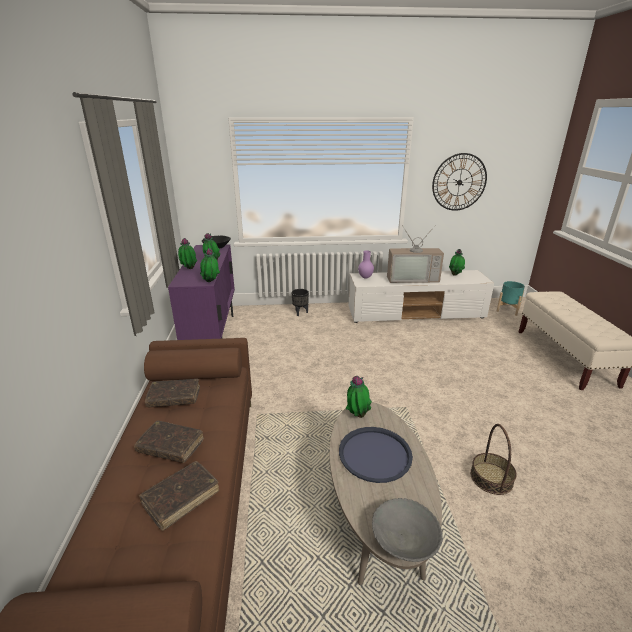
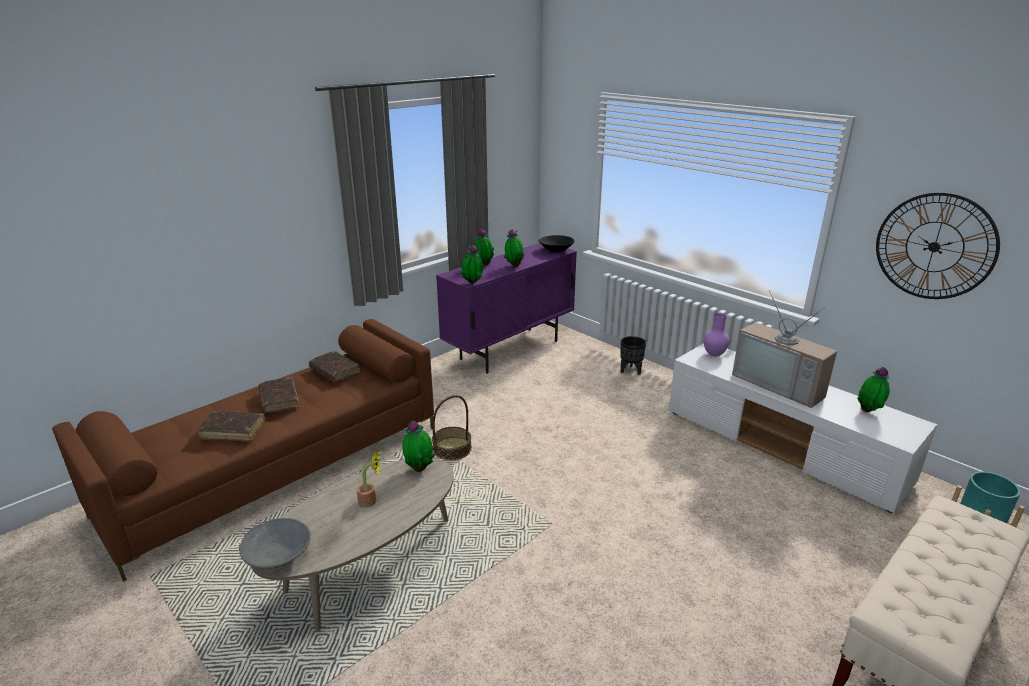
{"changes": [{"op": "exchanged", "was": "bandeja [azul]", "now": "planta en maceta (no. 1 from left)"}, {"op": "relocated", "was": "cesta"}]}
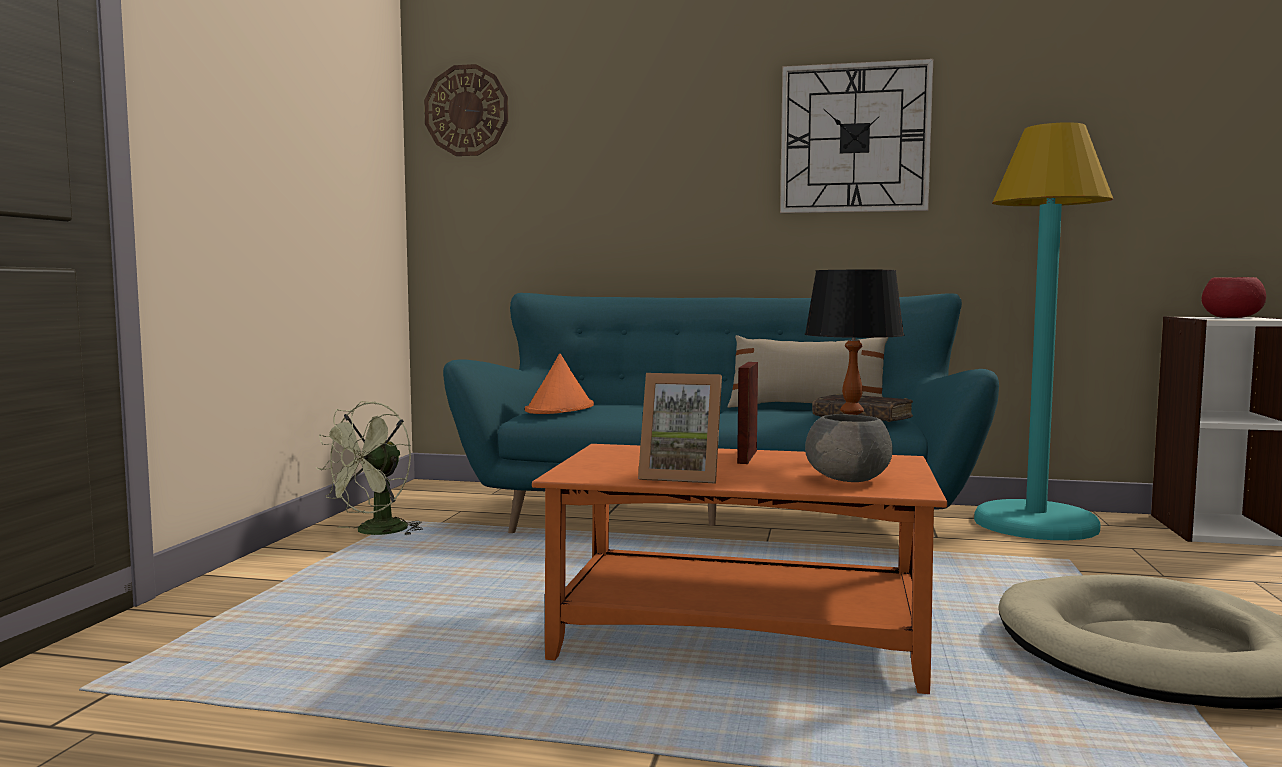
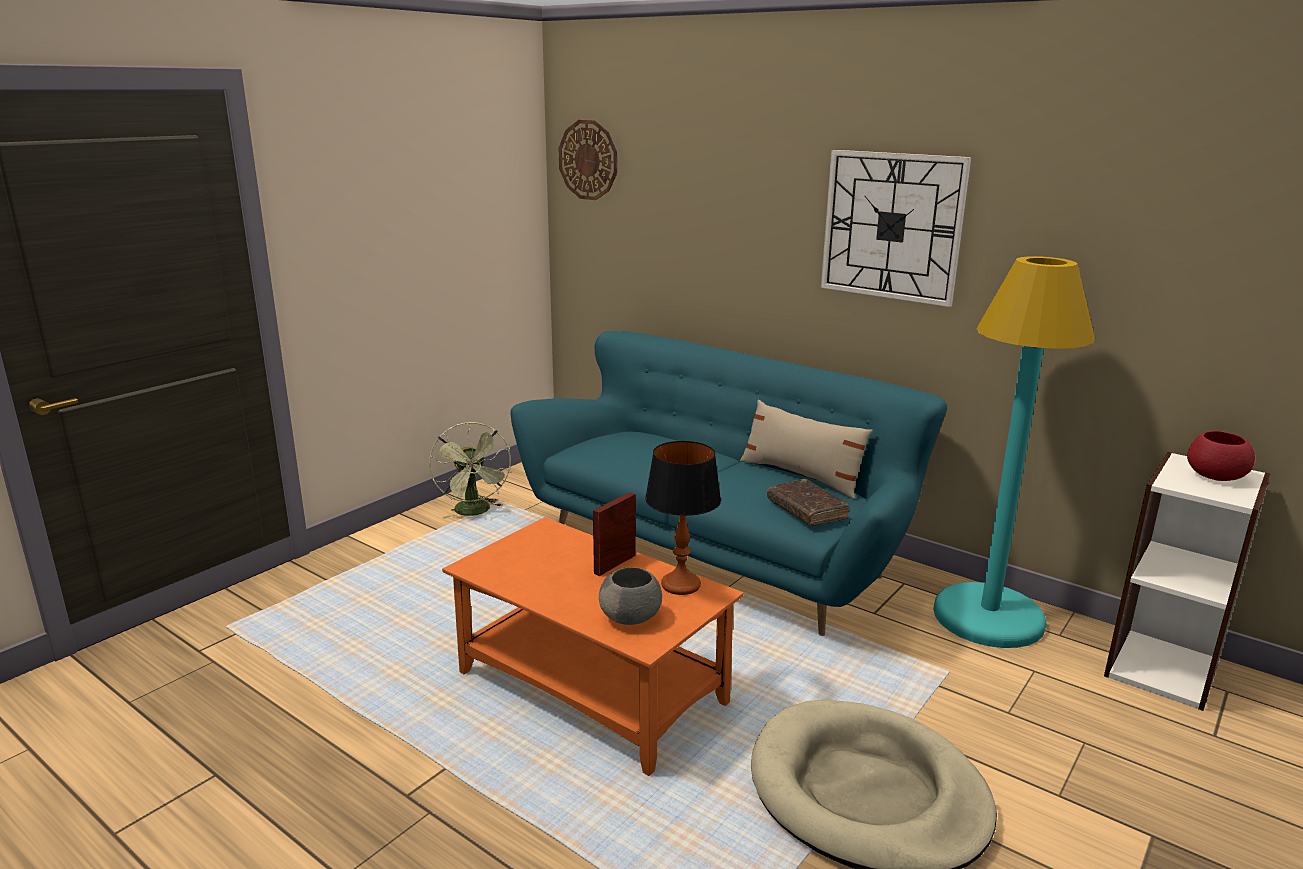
{"changes": [{"op": "spun", "was": "ventilador [verde]", "clockwise": -75}, {"op": "missing", "was": "sombrero [naranja]"}, {"op": "missing", "was": "portarretratos (no. 1 from left)"}]}
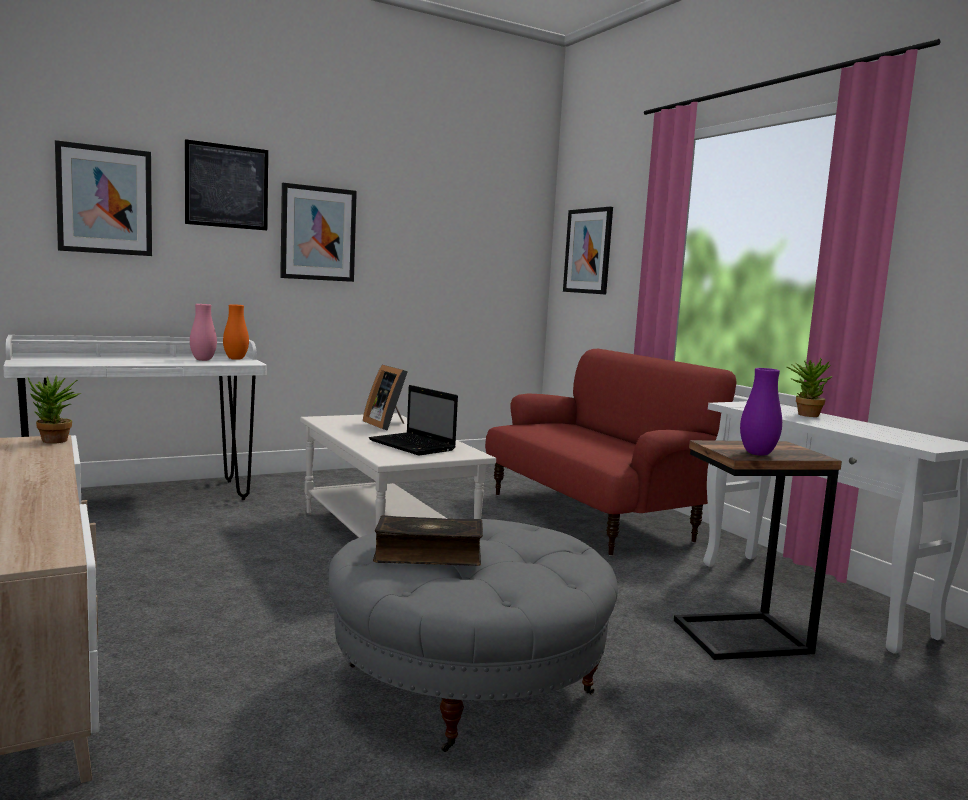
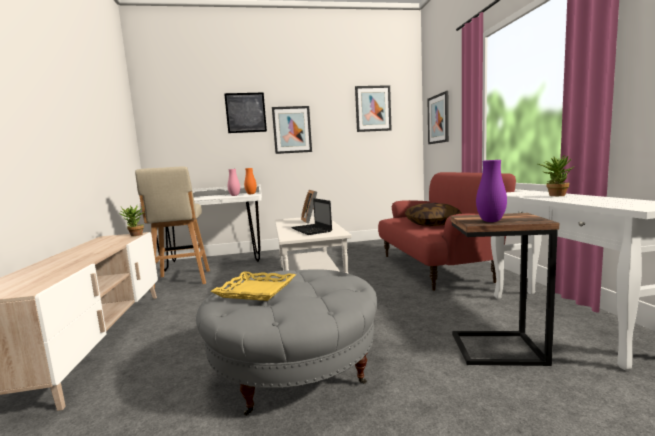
{"changes": [{"op": "relocated", "was": "cuadro (no. 1 from left in the first image)", "now": "cuadro (no. 3 from left)"}, {"op": "exchanged", "was": "libro", "now": "bandeja [amarillo]"}, {"op": "appeared", "now": "taburete [beis]"}, {"op": "appeared", "now": "cojín"}]}
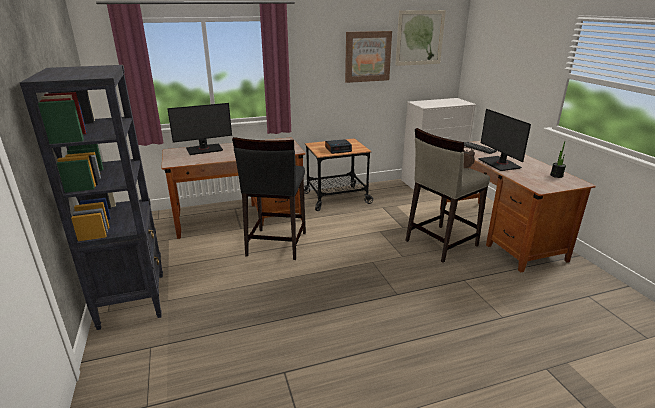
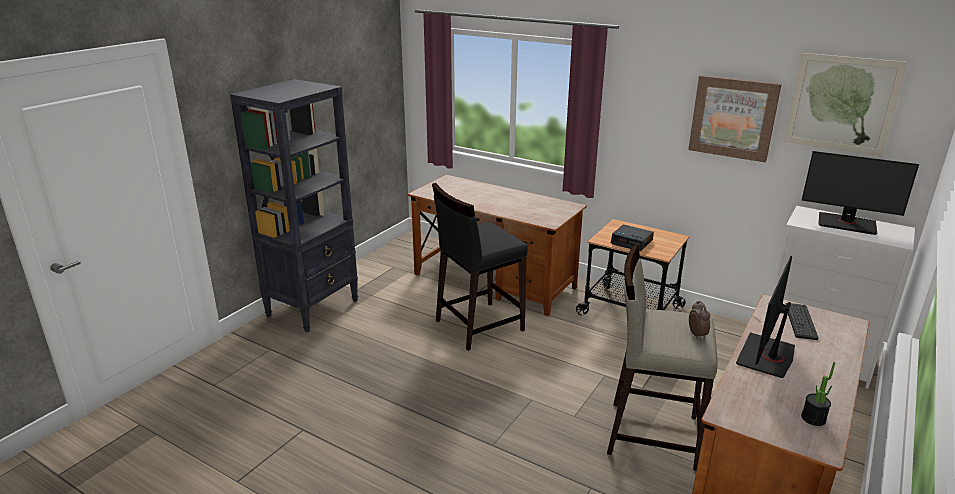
{"changes": [{"op": "relocated", "was": "monitor (no. 1 from left in the first image)", "now": "monitor (no. 2 from left)"}]}
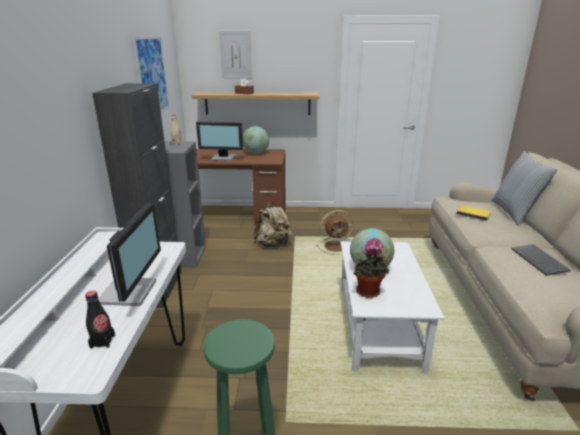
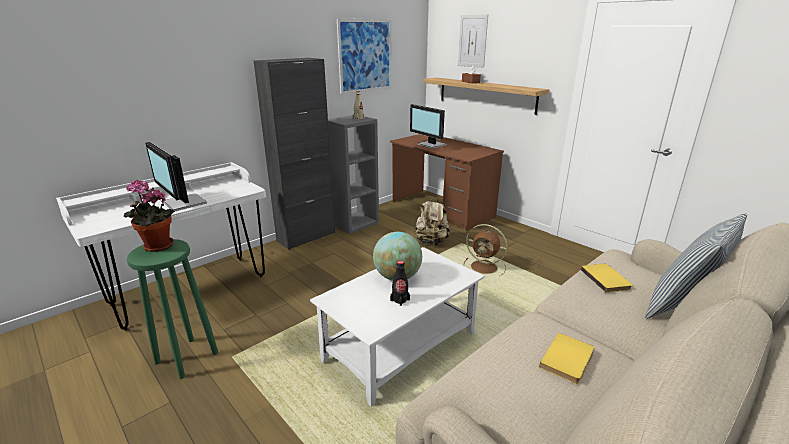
{"changes": [{"op": "relocated", "was": "botella [negro]"}, {"op": "spun", "was": "monitor (no. 1 from left)", "clockwise": 90}, {"op": "missing", "was": "globo terráqueo (no. 1 from left)"}, {"op": "relocated", "was": "planta en maceta"}, {"op": "exchanged", "was": "teclado", "now": "libro [amarillo] (no. 1 from left)"}]}
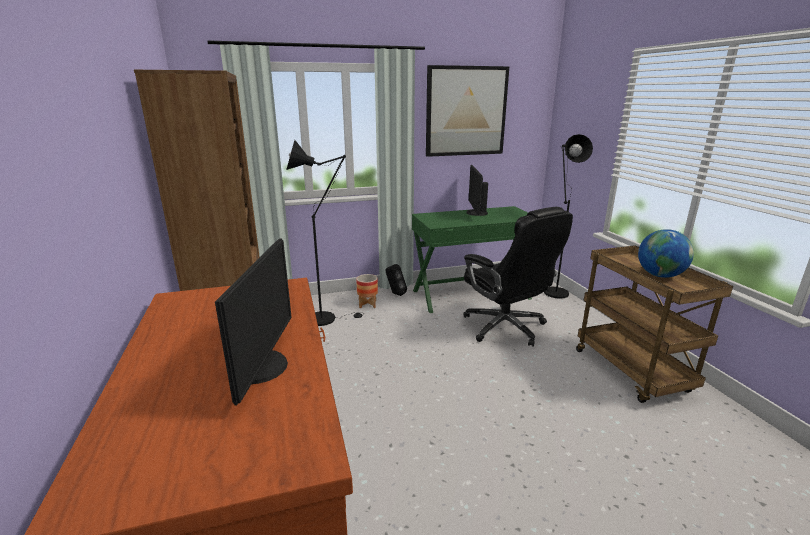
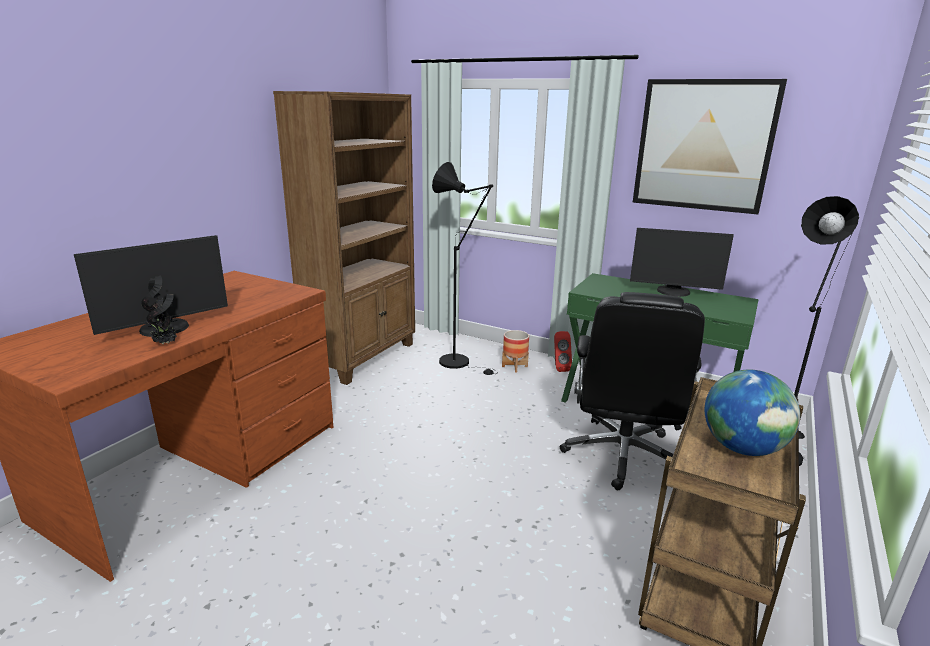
{"changes": [{"op": "colour", "was": "altavoz [negro]", "now": "altavoz [rojo]"}, {"op": "spun", "was": "monitor (no. 2 from left)", "clockwise": -120}, {"op": "appeared", "now": "planta en maceta"}]}
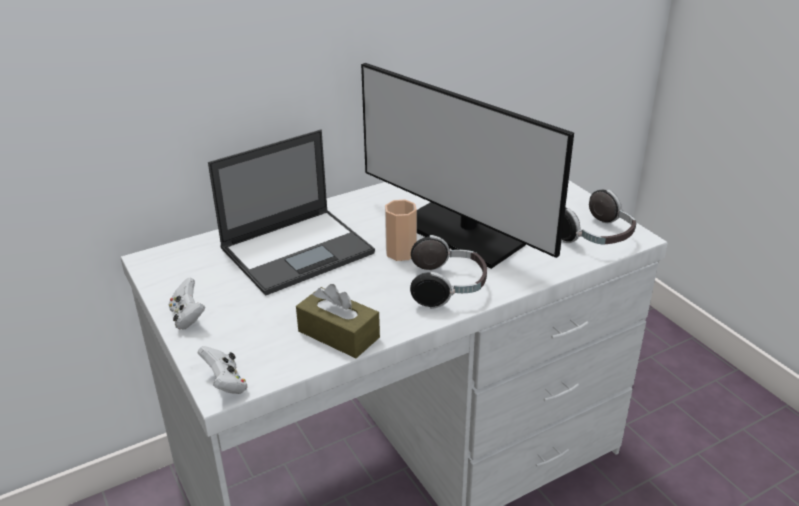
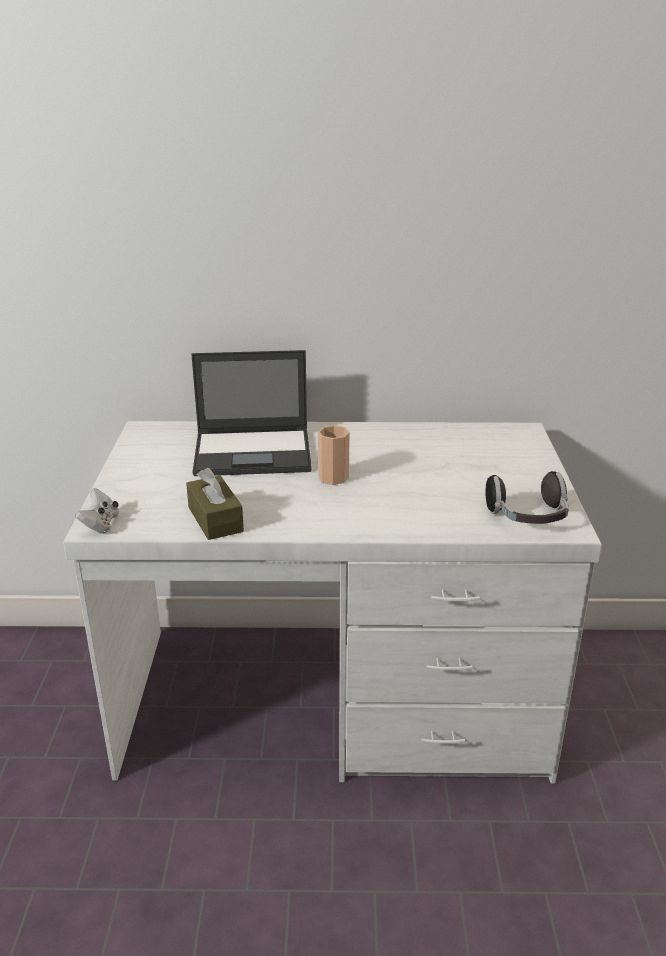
{"changes": [{"op": "missing", "was": "mando de consola [blanco] (no. 1 from left)"}, {"op": "missing", "was": "monitor"}, {"op": "missing", "was": "auriculares (no. 1 from left)"}]}
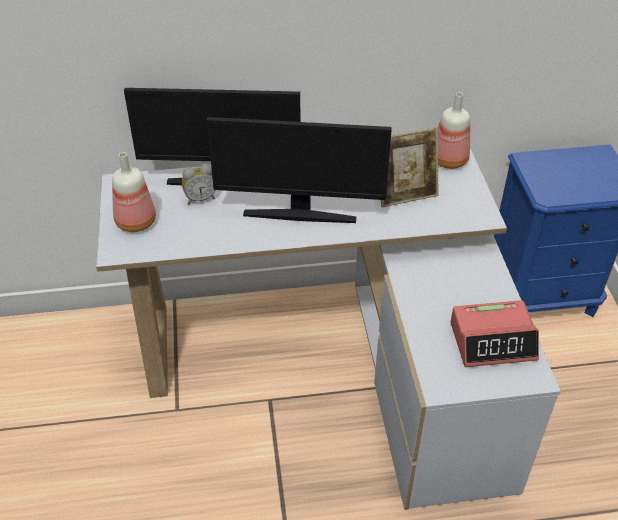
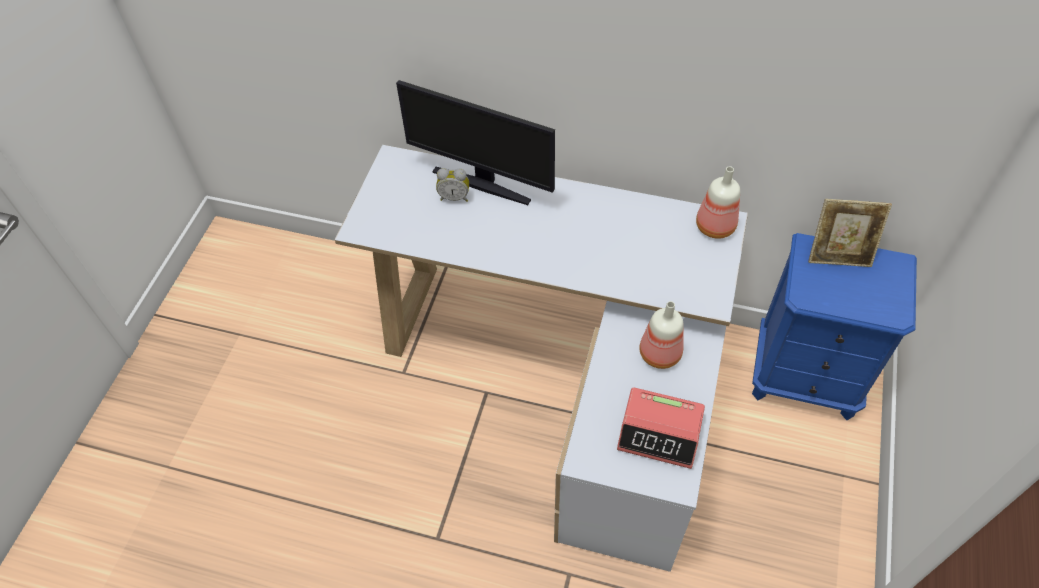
{"changes": [{"op": "relocated", "was": "botella (no. 1 from left)"}, {"op": "missing", "was": "monitor (no. 2 from left)"}, {"op": "relocated", "was": "portarretratos"}]}
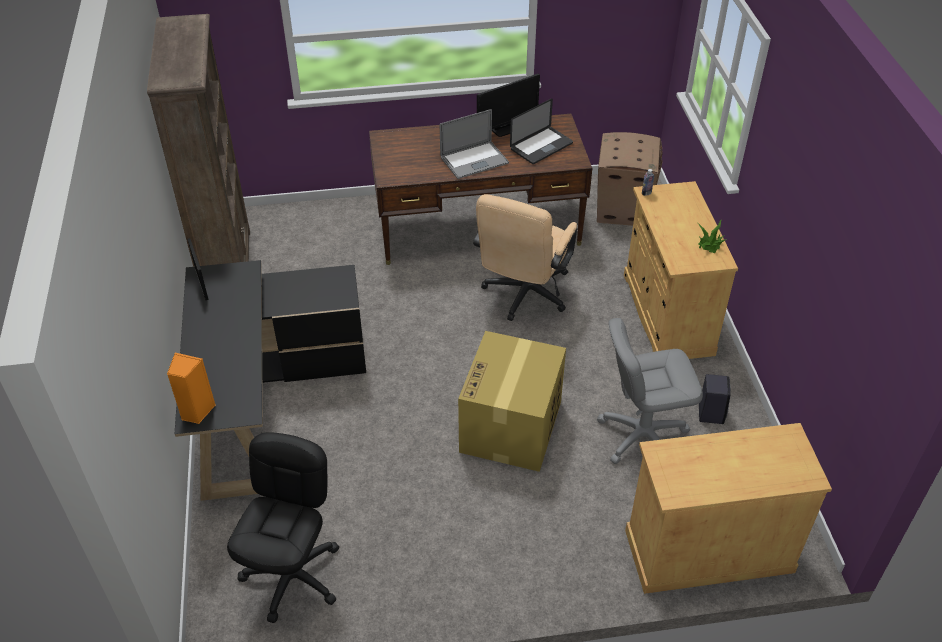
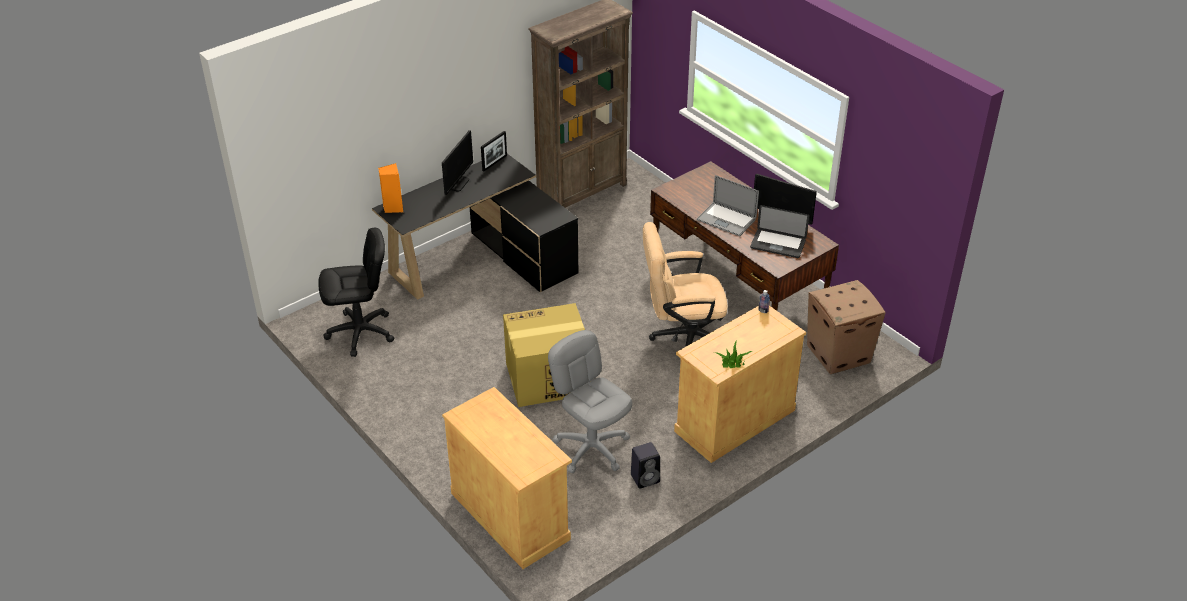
{"changes": [{"op": "appeared", "now": "monitor (no. 1 from left)"}]}
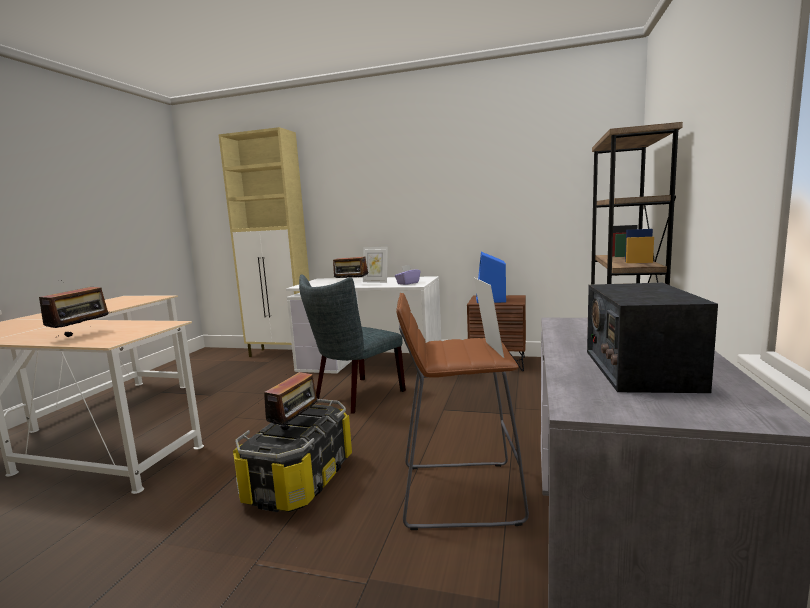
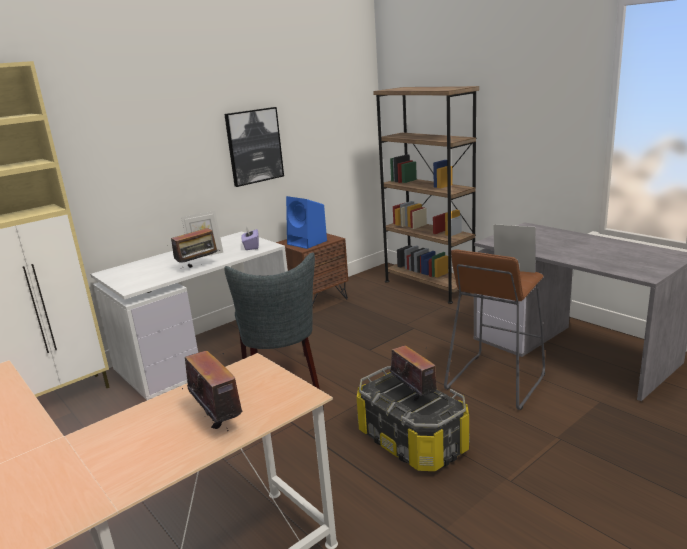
{"changes": [{"op": "missing", "was": "radio (no. 4 from left)"}, {"op": "appeared", "now": "cuadro"}]}
